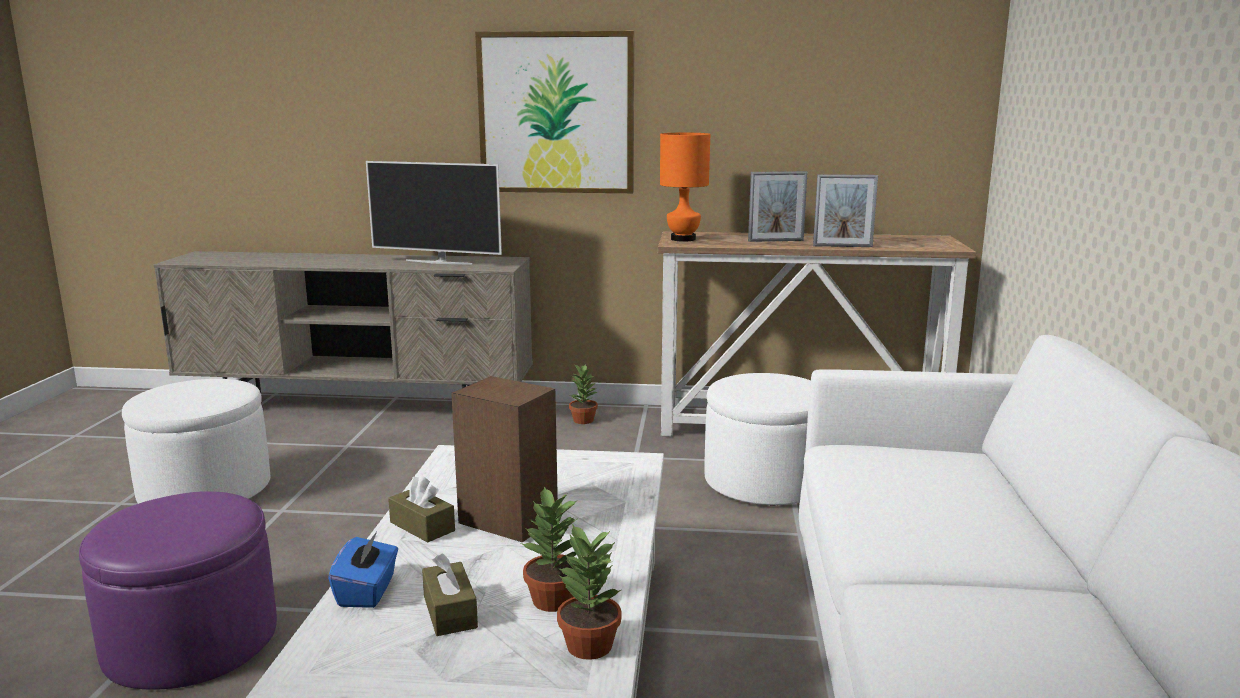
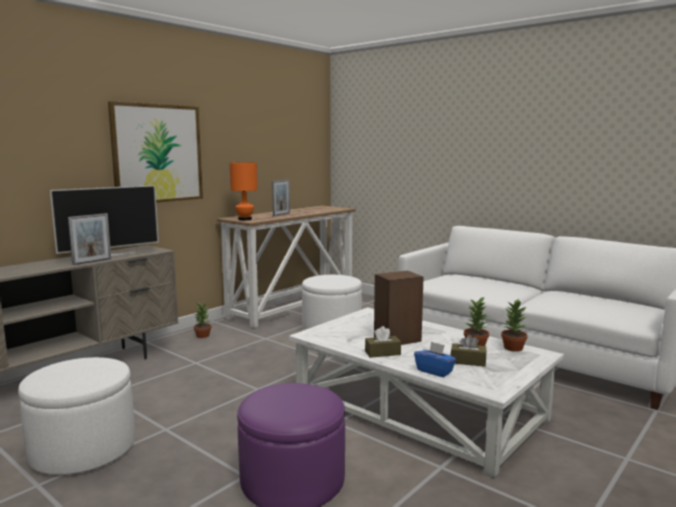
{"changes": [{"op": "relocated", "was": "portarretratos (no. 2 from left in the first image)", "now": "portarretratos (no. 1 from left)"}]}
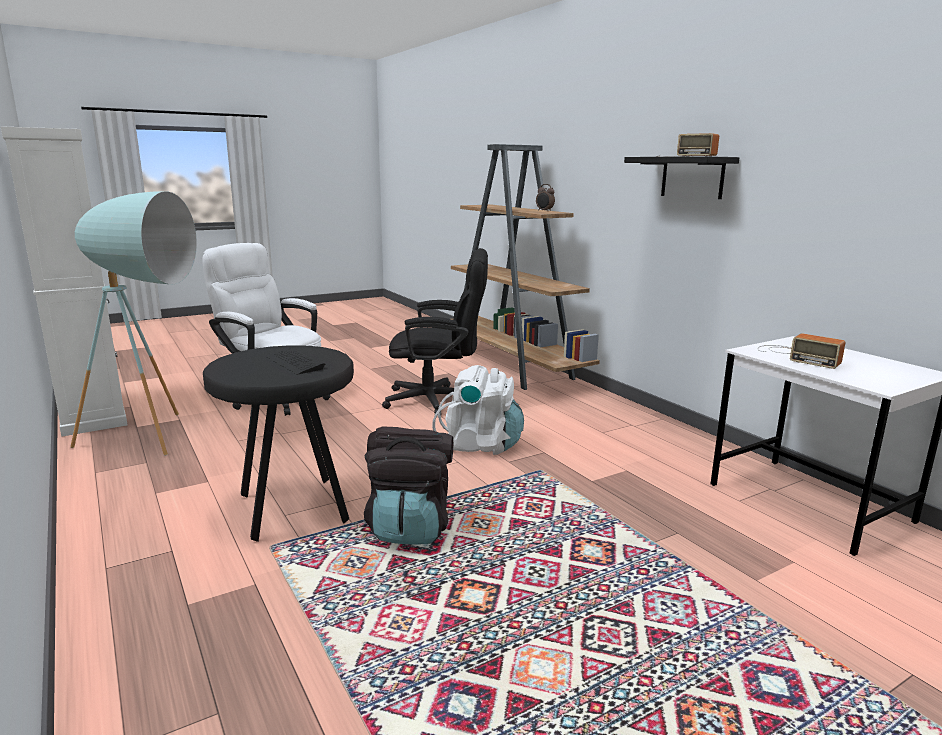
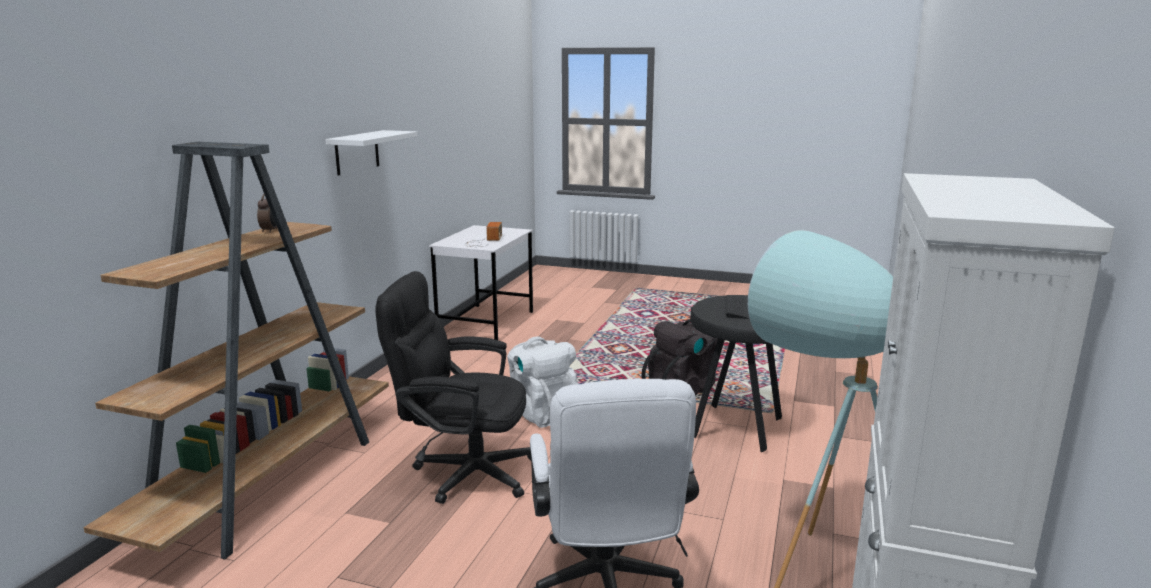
{"changes": [{"op": "spun", "was": "silla de oficina [negro]", "clockwise": -45}, {"op": "colour", "was": "estante [negro]", "now": "estante [blanco]"}, {"op": "missing", "was": "radio (no. 1 from left)"}]}
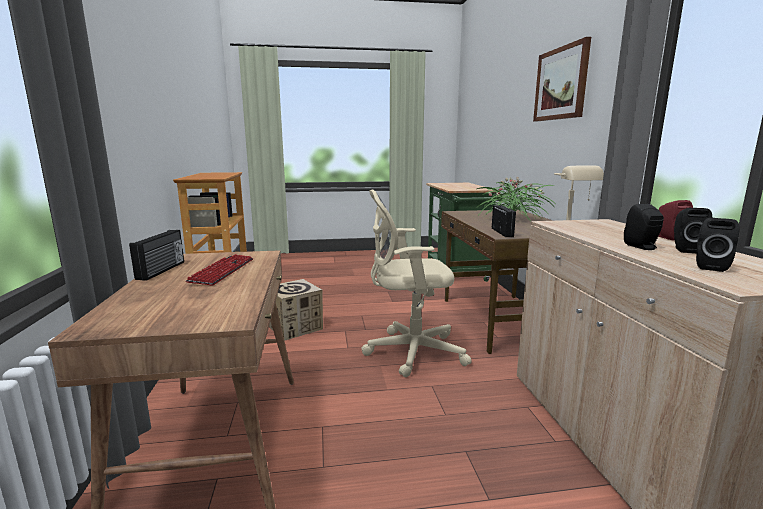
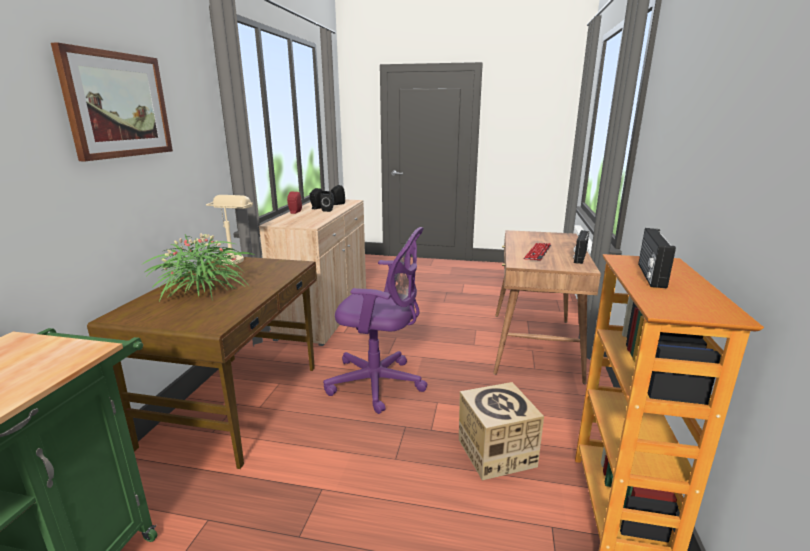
{"changes": [{"op": "colour", "was": "silla de oficina [beis]", "now": "silla de oficina [morado]"}, {"op": "relocated", "was": "radio (no. 2 from left)"}]}
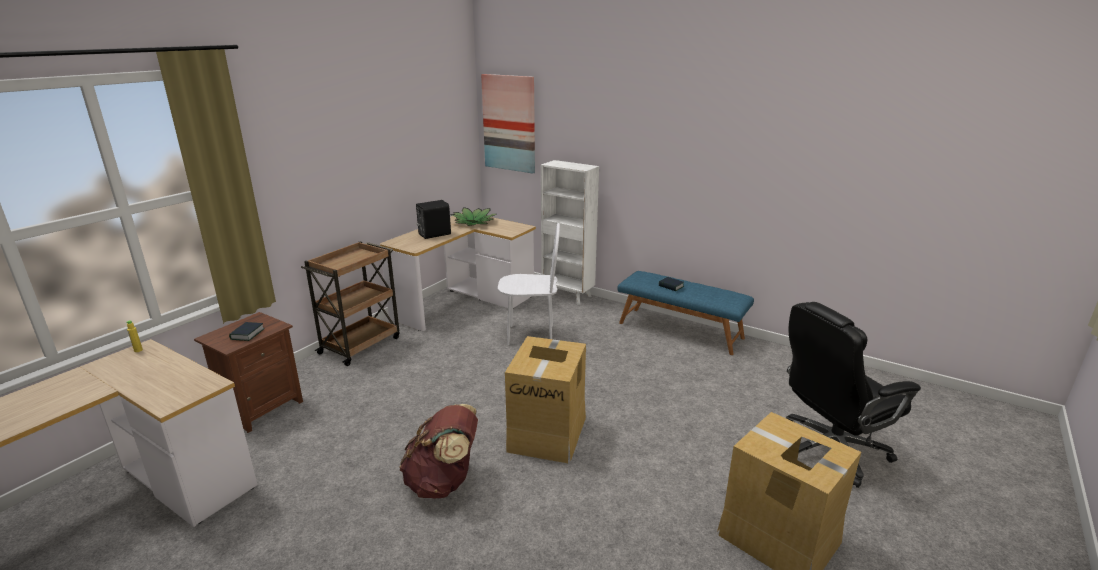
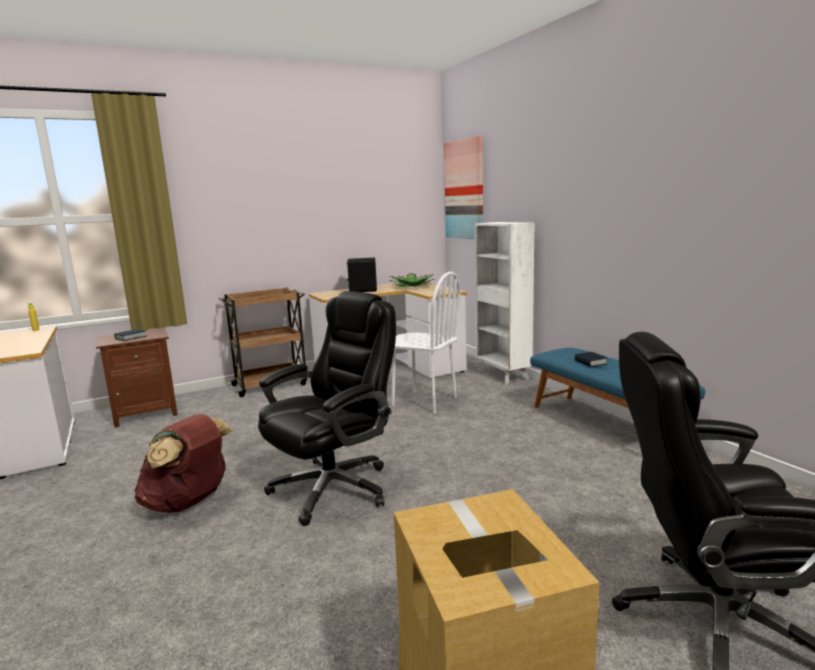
{"changes": [{"op": "exchanged", "was": "caja de cartón (no. 1 from left)", "now": "silla de oficina [negro] (no. 1 from left)"}]}
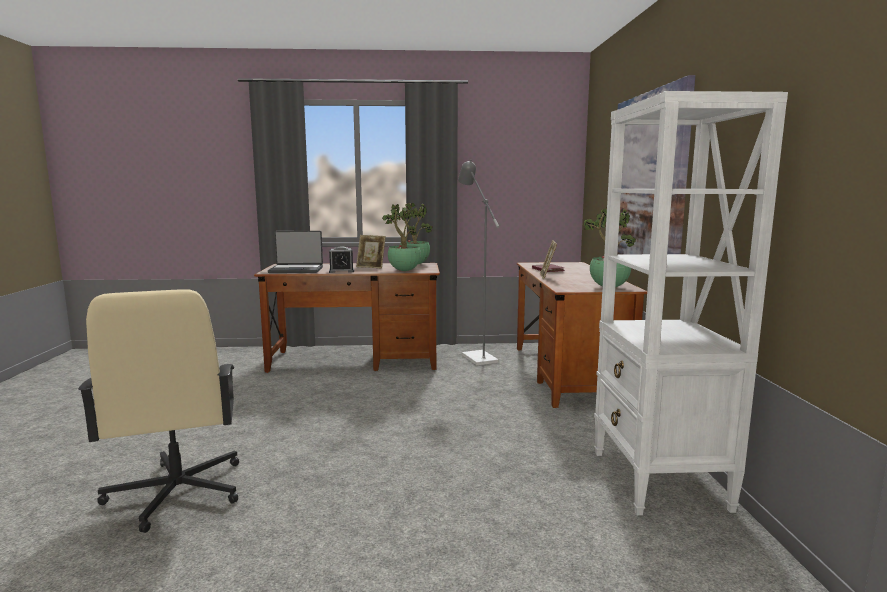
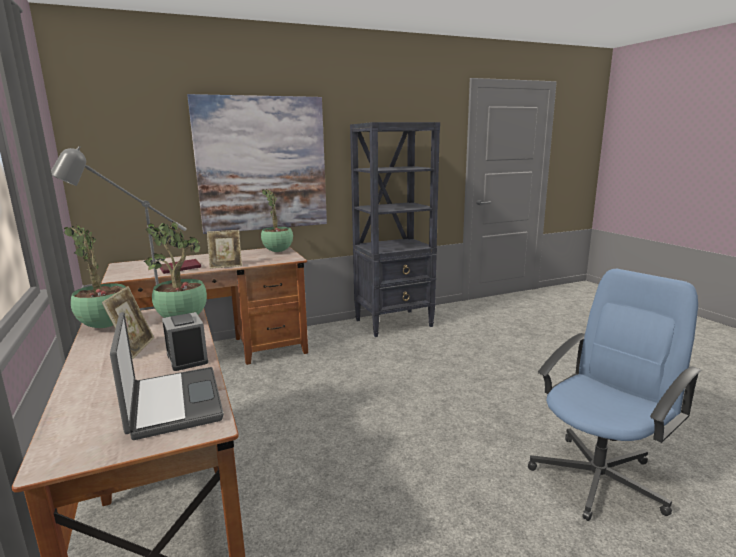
{"changes": [{"op": "colour", "was": "silla de oficina [beis]", "now": "silla de oficina [azul]"}, {"op": "colour", "was": "estantería [blanco]", "now": "estantería [negro]"}]}
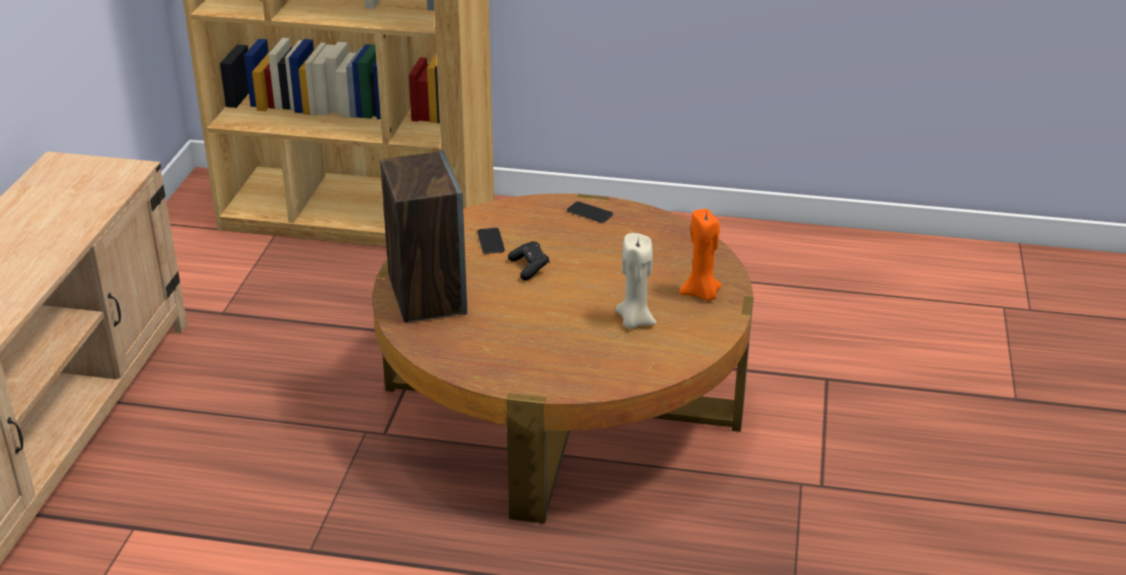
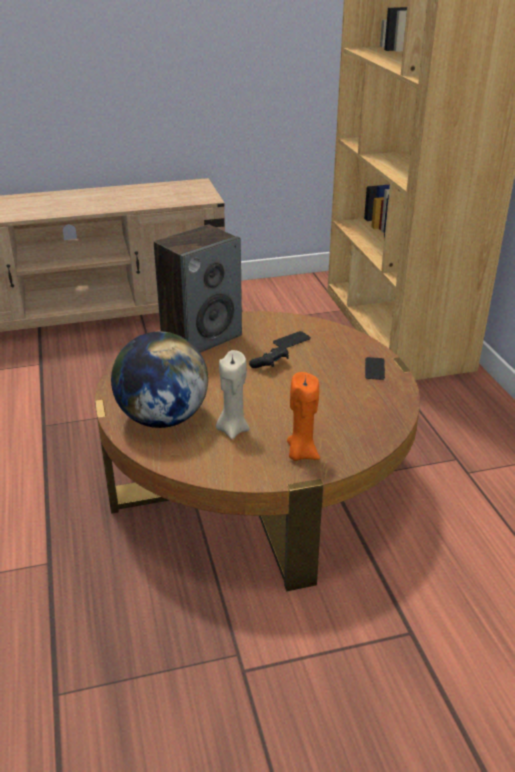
{"changes": [{"op": "appeared", "now": "globo terráqueo"}]}
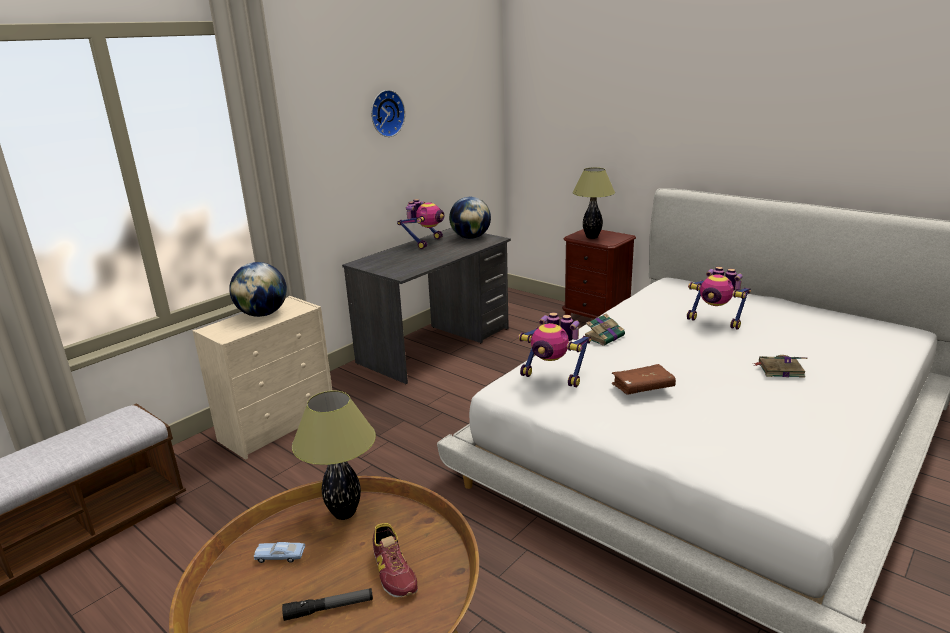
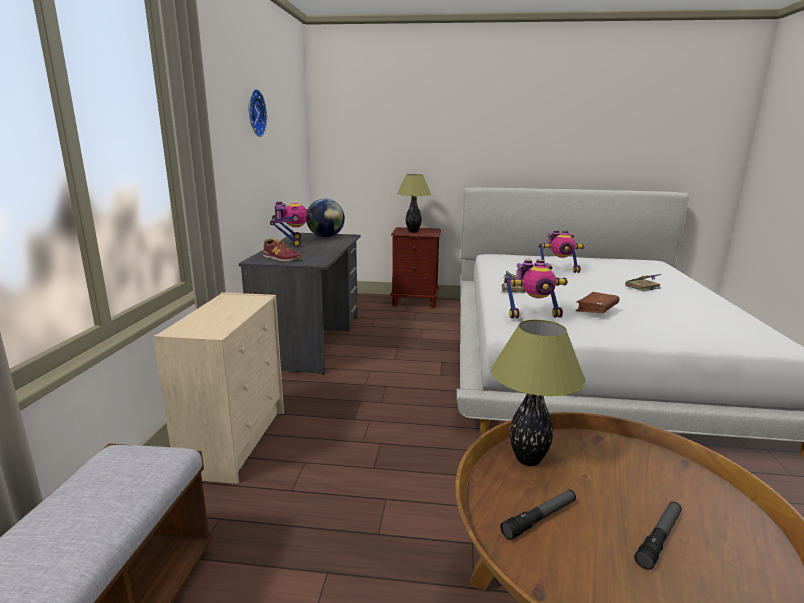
{"changes": [{"op": "missing", "was": "globo terráqueo (no. 1 from left)"}, {"op": "exchanged", "was": "coche de juguete [azul]", "now": "linterna (no. 1 from left)"}, {"op": "relocated", "was": "zapato"}]}
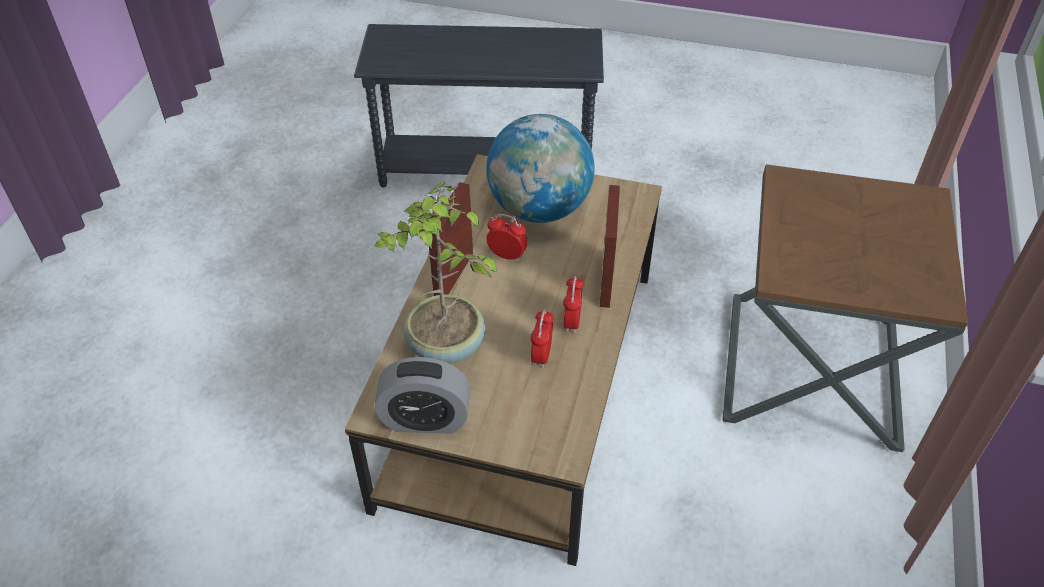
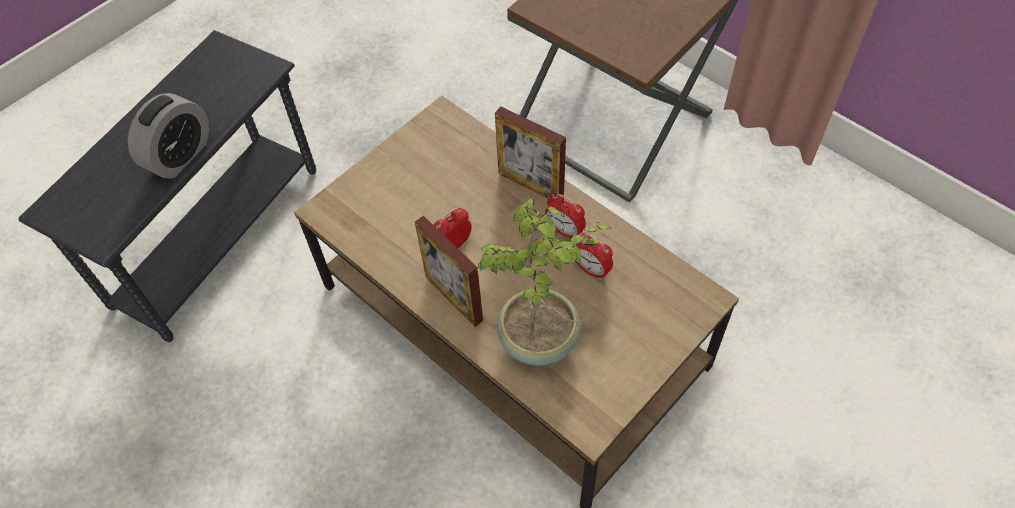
{"changes": [{"op": "relocated", "was": "despertador (no. 1 from left)"}, {"op": "missing", "was": "globo terráqueo"}]}
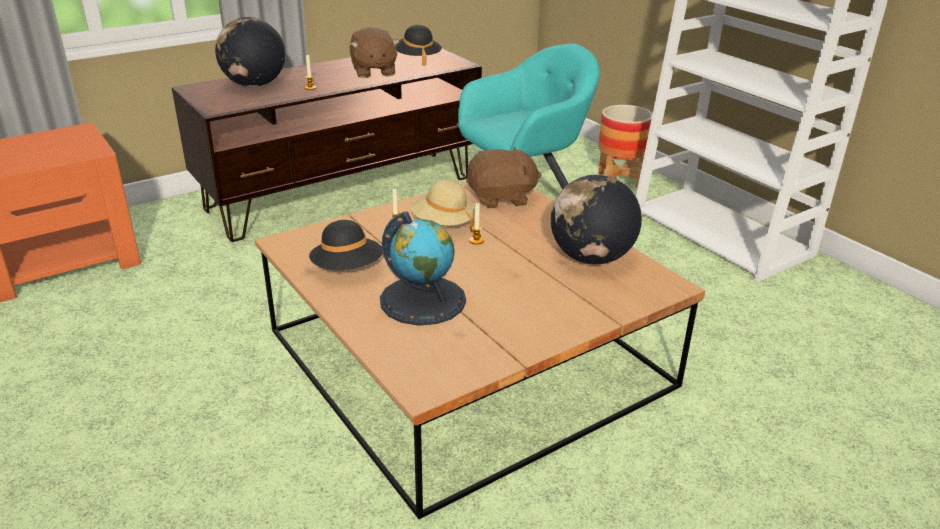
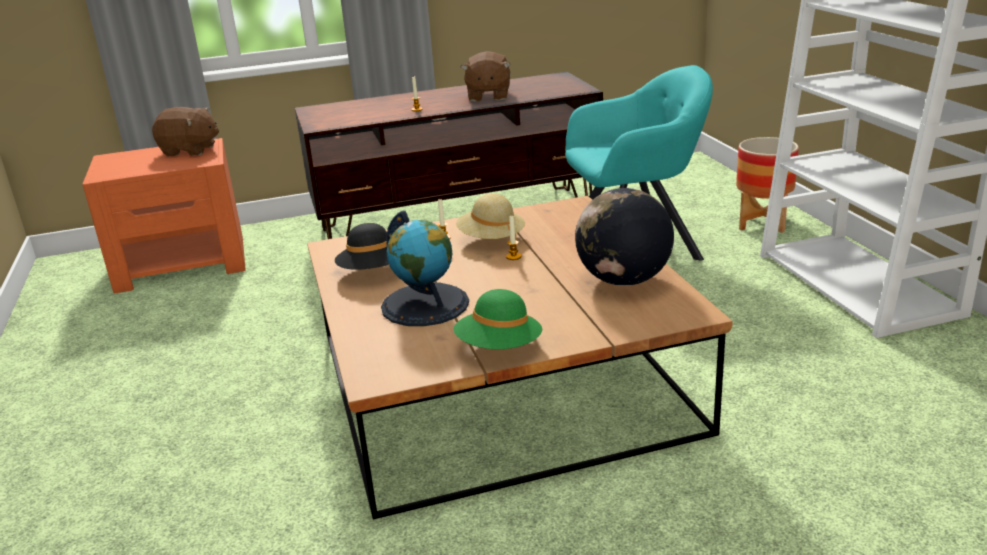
{"changes": [{"op": "missing", "was": "globo terráqueo (no. 1 from left)"}, {"op": "missing", "was": "sombrero [negro] (no. 2 from left)"}, {"op": "relocated", "was": "peluche [marrón] (no. 2 from left in the first image)", "now": "peluche [marrón] (no. 1 from left)"}, {"op": "appeared", "now": "sombrero [verde]"}]}
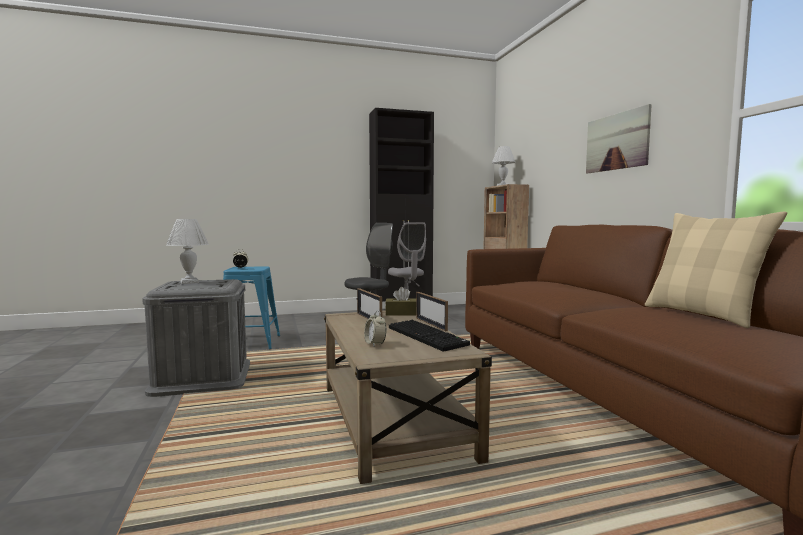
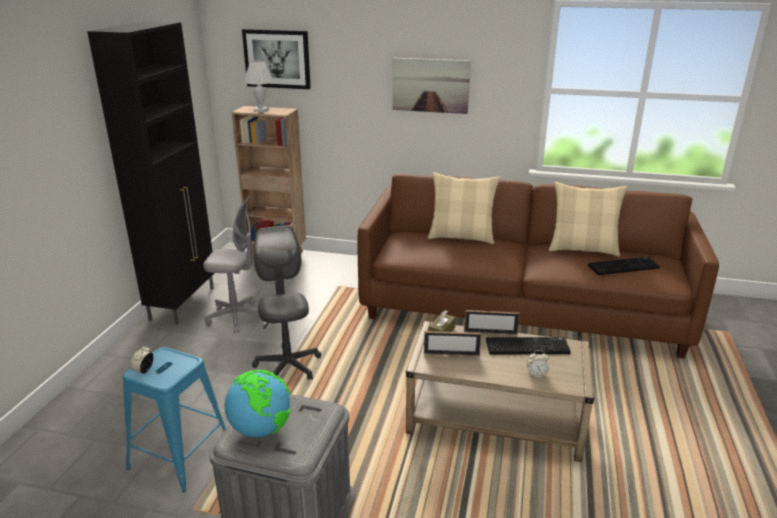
{"changes": [{"op": "exchanged", "was": "lámpara de mesa [blanco] (no. 1 from left)", "now": "globo terráqueo"}, {"op": "appeared", "now": "cuadro (no. 1 from left)"}, {"op": "appeared", "now": "cojín [beis] (no. 1 from left)"}, {"op": "appeared", "now": "teclado (no. 2 from left)"}]}
